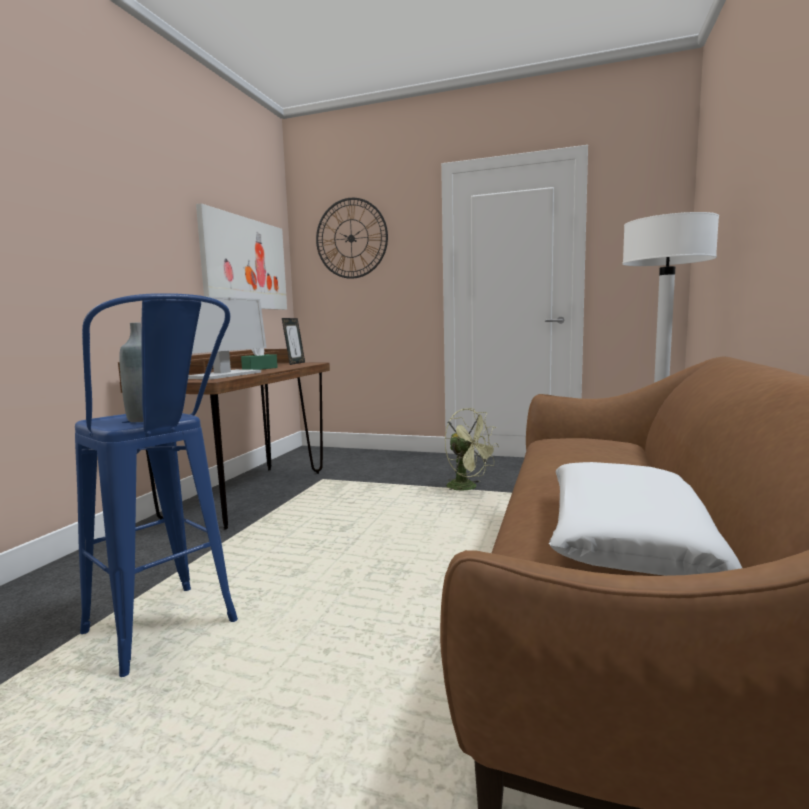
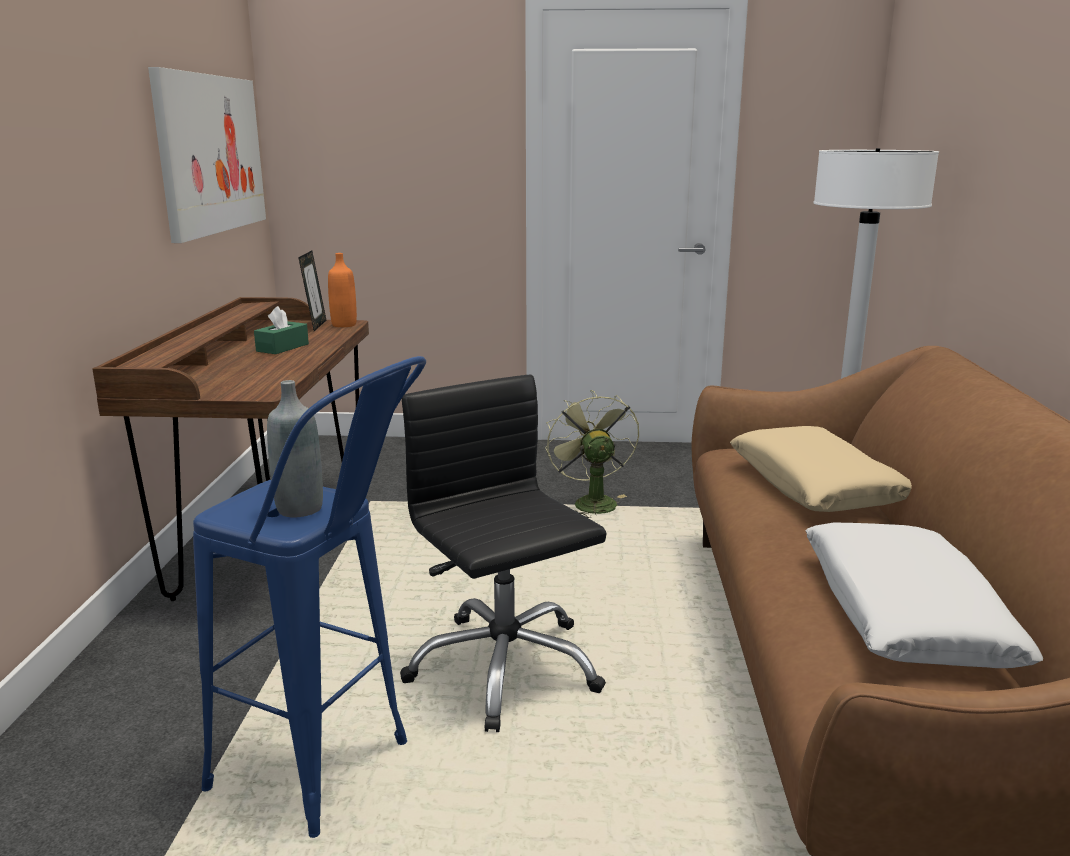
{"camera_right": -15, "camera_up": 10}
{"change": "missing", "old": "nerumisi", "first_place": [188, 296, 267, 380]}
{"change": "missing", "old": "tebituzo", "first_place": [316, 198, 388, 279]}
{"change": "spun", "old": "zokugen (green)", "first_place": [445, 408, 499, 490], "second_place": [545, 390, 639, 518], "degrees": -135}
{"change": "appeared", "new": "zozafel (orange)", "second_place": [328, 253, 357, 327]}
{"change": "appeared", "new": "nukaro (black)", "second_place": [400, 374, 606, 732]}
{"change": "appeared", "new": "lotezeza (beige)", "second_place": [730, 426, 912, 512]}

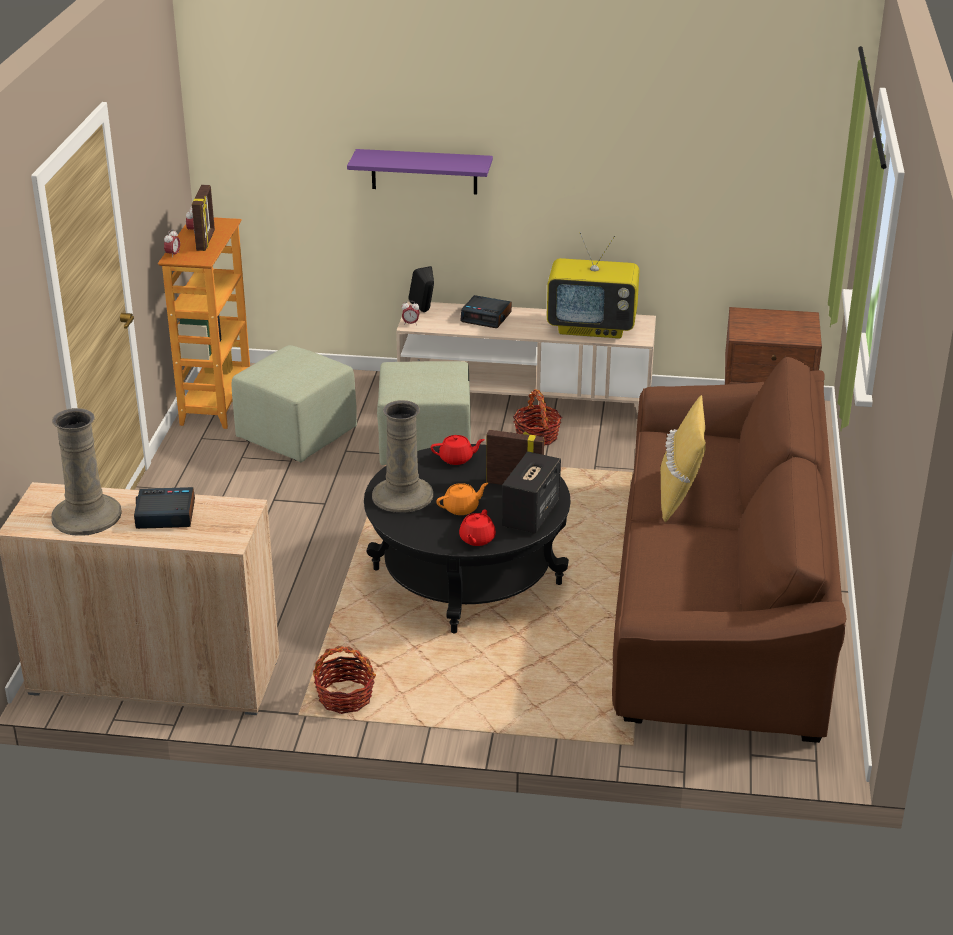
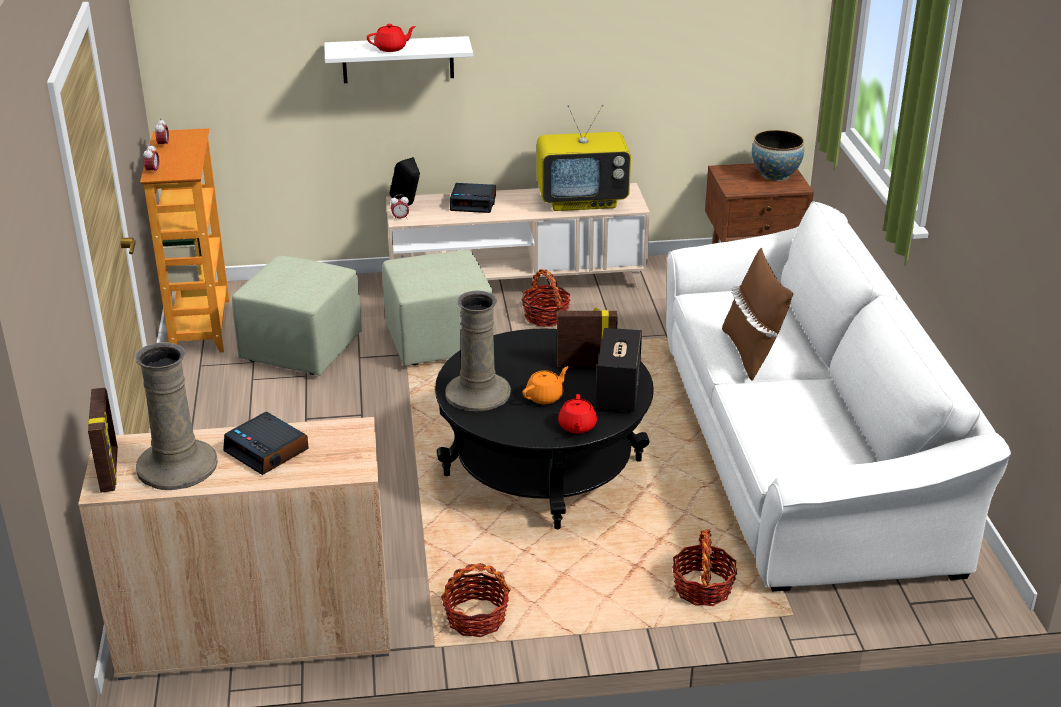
{"camera_right": -15, "camera_up": 0}
{"change": "spun", "old": "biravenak", "first_place": [134, 487, 195, 529], "second_place": [223, 412, 309, 475], "degrees": -120}
{"change": "relocated", "old": "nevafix", "first_place": [192, 185, 215, 251], "second_place": [88, 387, 118, 493]}
{"change": "colour", "old": "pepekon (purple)", "new": "pepekon (white)", "first_place": [347, 149, 493, 194], "second_place": [325, 36, 473, 83]}
{"change": "relocated", "old": "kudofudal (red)", "first_place": [431, 435, 485, 465], "second_place": [367, 24, 416, 52]}
{"change": "colour", "old": "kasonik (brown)", "new": "kasonik (white)", "first_place": [612, 356, 846, 743], "second_place": [666, 201, 1011, 591]}
{"change": "colour", "old": "lotezeza (yellow)", "new": "lotezeza (brown)", "first_place": [660, 395, 706, 522], "second_place": [722, 248, 793, 381]}
{"change": "appeared", "new": "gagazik", "second_place": [672, 529, 737, 606]}
{"change": "appeared", "new": "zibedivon", "second_place": [752, 130, 804, 181]}

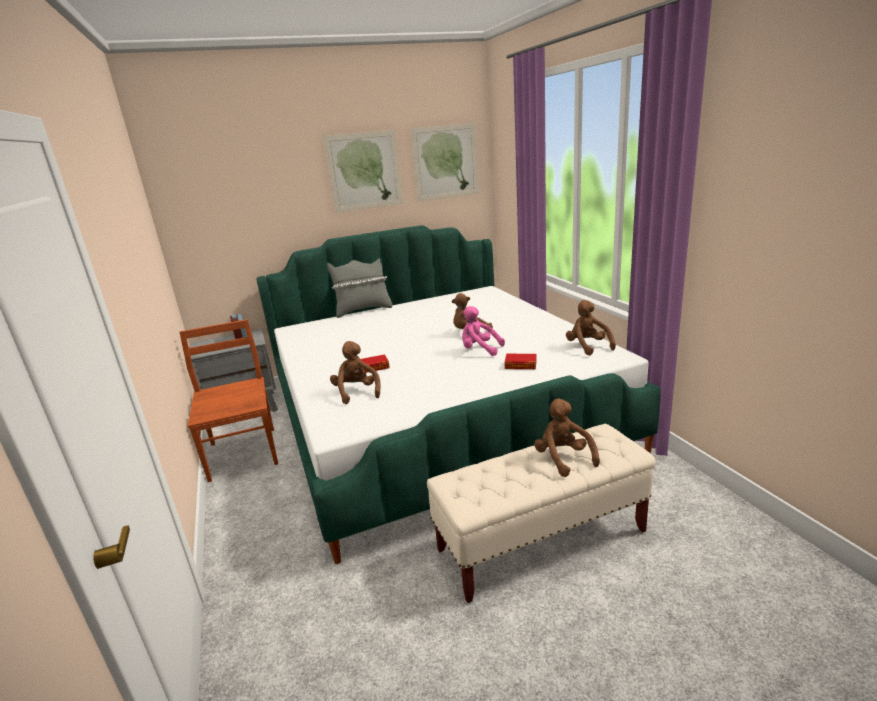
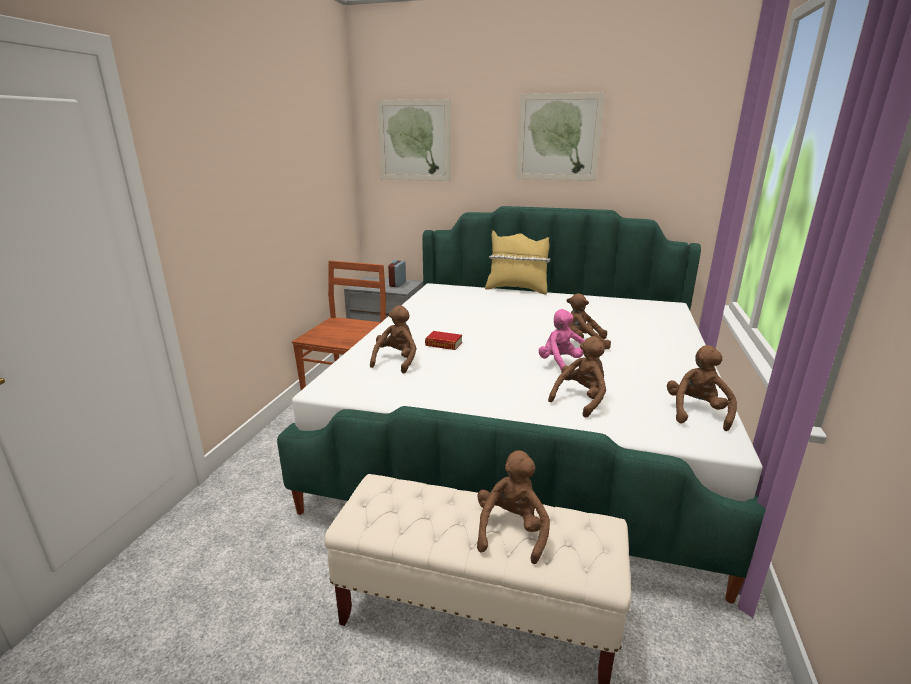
{"camera_right": 35, "camera_up": 0}
{"change": "colour", "old": "lotezeza (grey)", "new": "lotezeza (yellow)", "first_place": [327, 258, 392, 318], "second_place": [485, 230, 551, 295]}
{"change": "relocated", "old": "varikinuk", "first_place": [411, 123, 479, 202], "second_place": [377, 99, 451, 181]}
{"change": "exchanged", "old": "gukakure", "new": "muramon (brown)", "first_place": [505, 354, 536, 369], "second_place": [548, 336, 606, 418]}

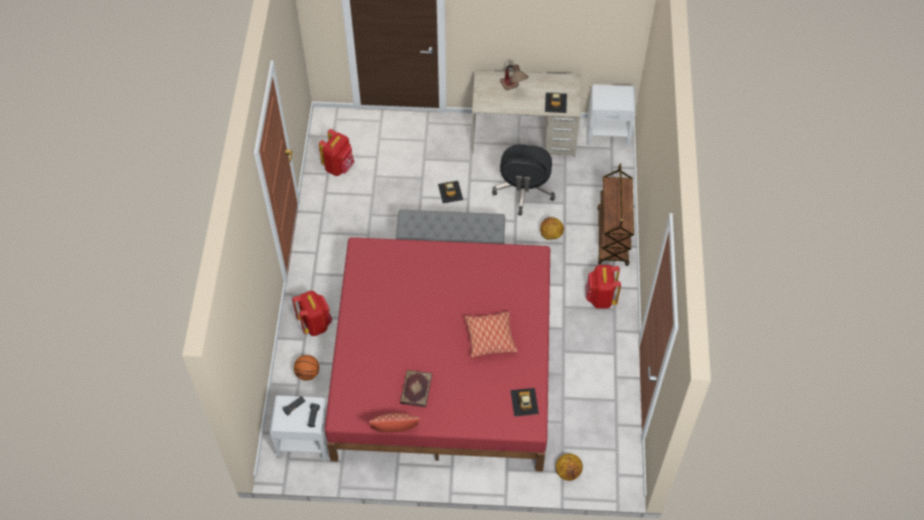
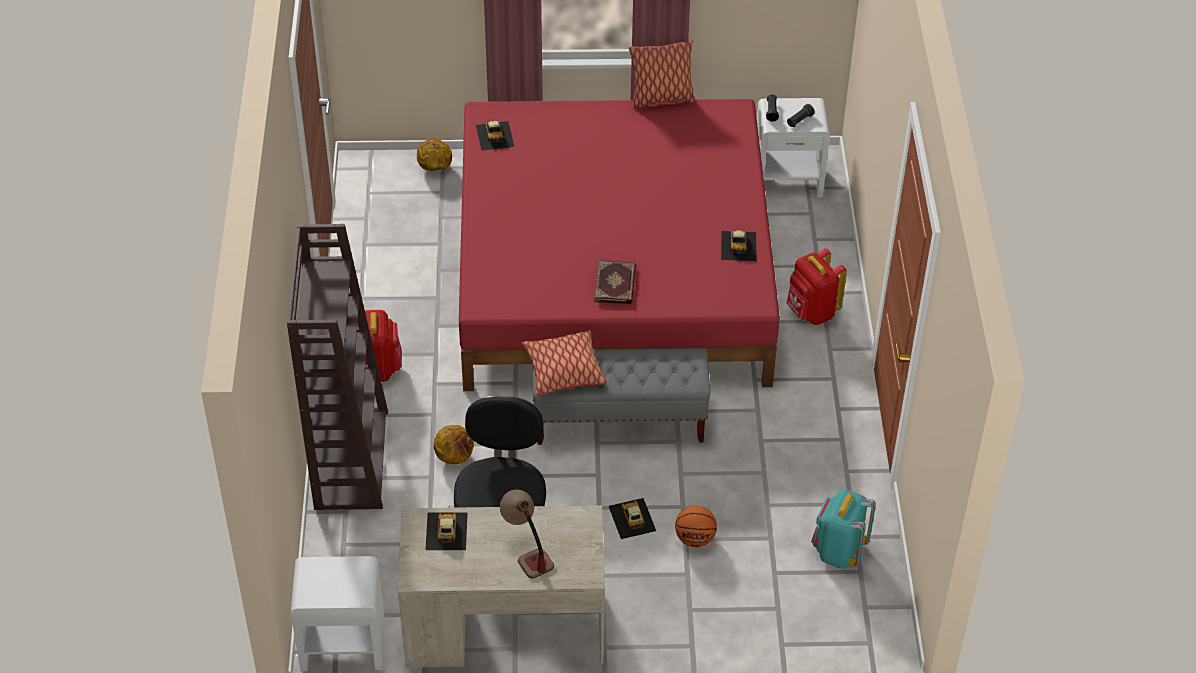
{"camera_right": 175, "camera_up": -10}
{"change": "relocated", "old": "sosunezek", "first_place": [294, 355, 319, 381], "second_place": [675, 506, 717, 547]}
{"change": "colour", "old": "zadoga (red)", "new": "zadoga (turquoise)", "first_place": [319, 129, 354, 176], "second_place": [811, 490, 876, 568]}
{"change": "relocated", "old": "gukakure", "first_place": [400, 370, 432, 408], "second_place": [594, 260, 636, 304]}
{"change": "relocated", "old": "lotezeza", "first_place": [464, 311, 518, 358], "second_place": [522, 330, 607, 395]}
{"change": "exchanged", "old": "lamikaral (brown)", "new": "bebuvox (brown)", "first_place": [597, 163, 634, 266], "second_place": [287, 224, 388, 510]}
{"change": "appeared", "new": "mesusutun", "second_place": [721, 230, 757, 261]}

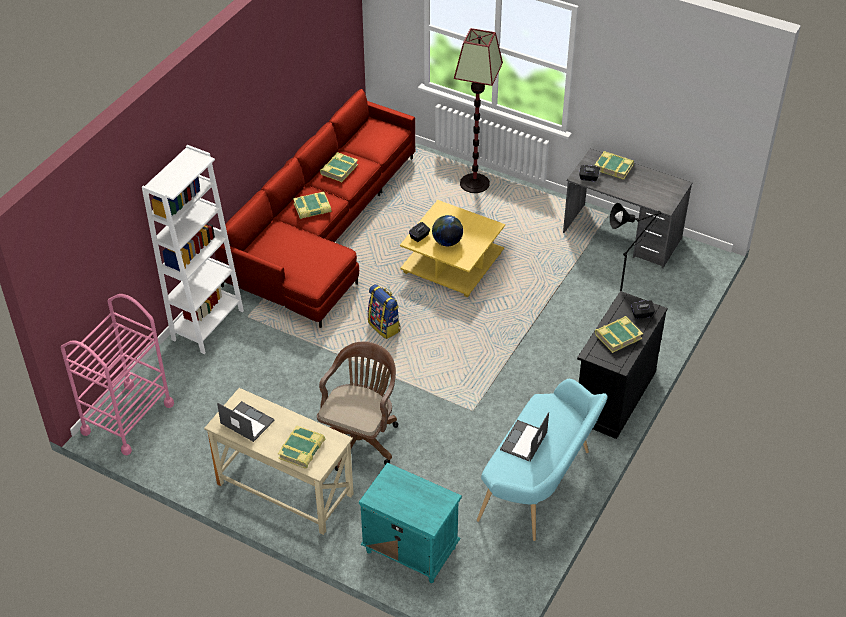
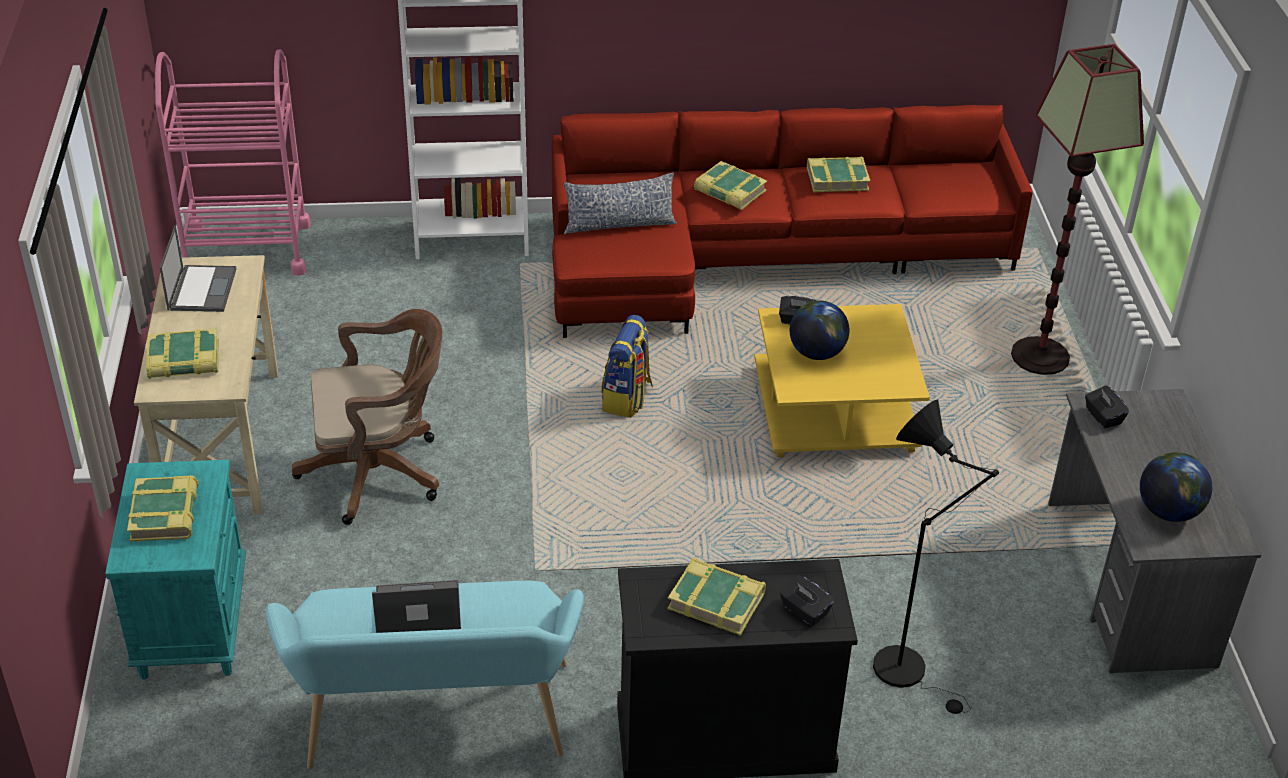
{"camera_right": 55, "camera_up": -5}
{"change": "relocated", "old": "gukakure", "first_place": [595, 151, 634, 180], "second_place": [127, 475, 199, 542]}
{"change": "appeared", "new": "lotezeza", "second_place": [564, 173, 677, 234]}
{"change": "appeared", "new": "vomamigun", "second_place": [1140, 452, 1212, 522]}

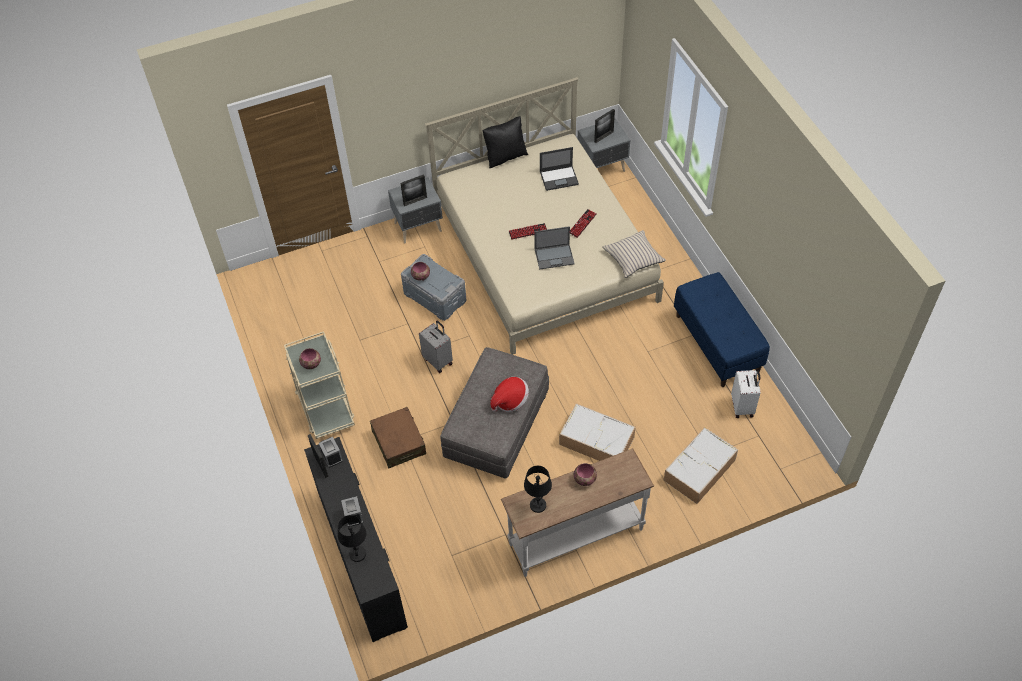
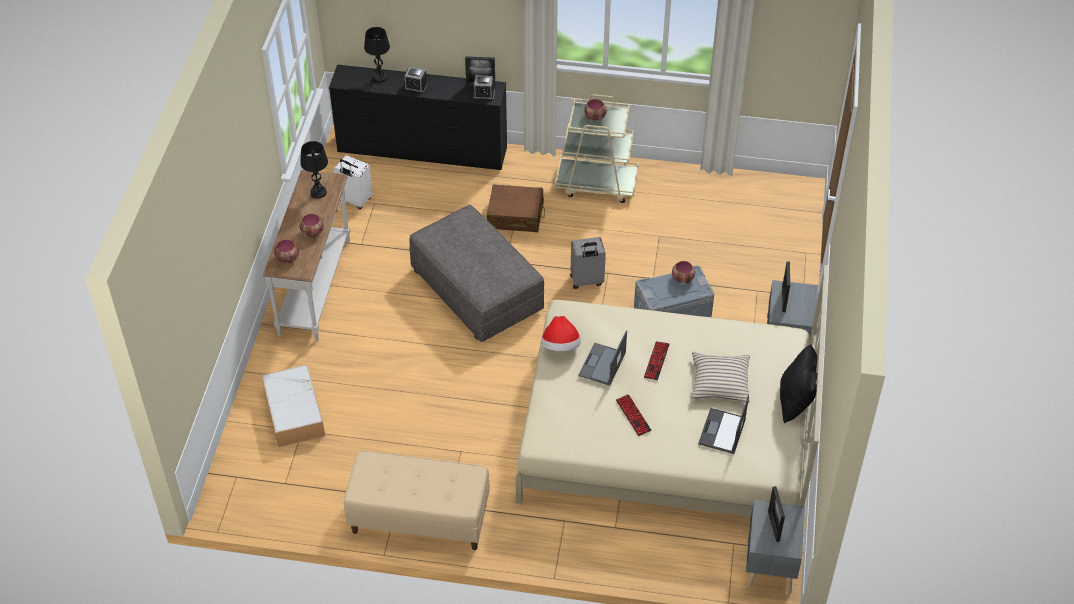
{"camera_right": 120, "camera_up": -5}
{"change": "relocated", "old": "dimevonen", "first_place": [490, 377, 529, 412], "second_place": [542, 316, 581, 351]}
{"change": "missing", "old": "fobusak", "first_place": [559, 403, 636, 461]}
{"change": "relocated", "old": "lotezeza (beige)", "first_place": [603, 230, 666, 278], "second_place": [691, 352, 750, 403]}
{"change": "colour", "old": "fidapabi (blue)", "new": "fidapabi (beige)", "first_place": [674, 272, 770, 387], "second_place": [344, 450, 489, 550]}
{"change": "relocated", "old": "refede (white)", "first_place": [731, 369, 760, 418], "second_place": [334, 155, 373, 209]}
{"change": "appeared", "new": "zibedivon", "second_place": [274, 239, 299, 263]}

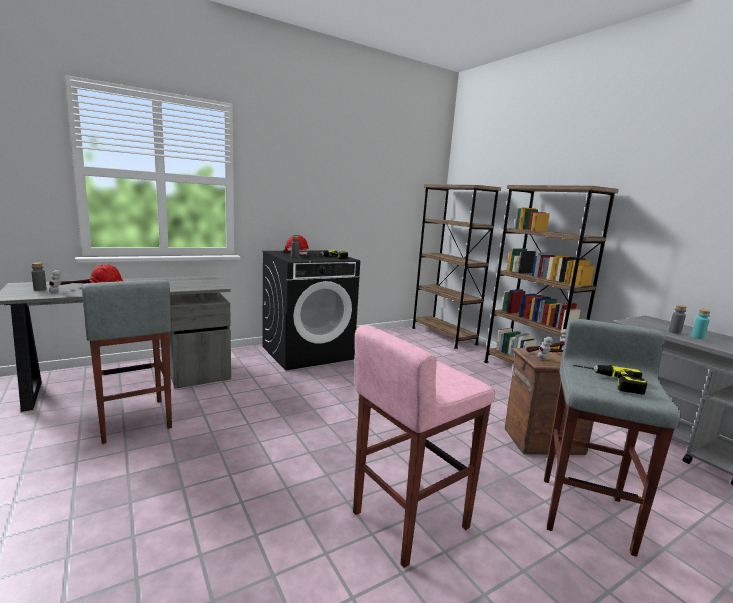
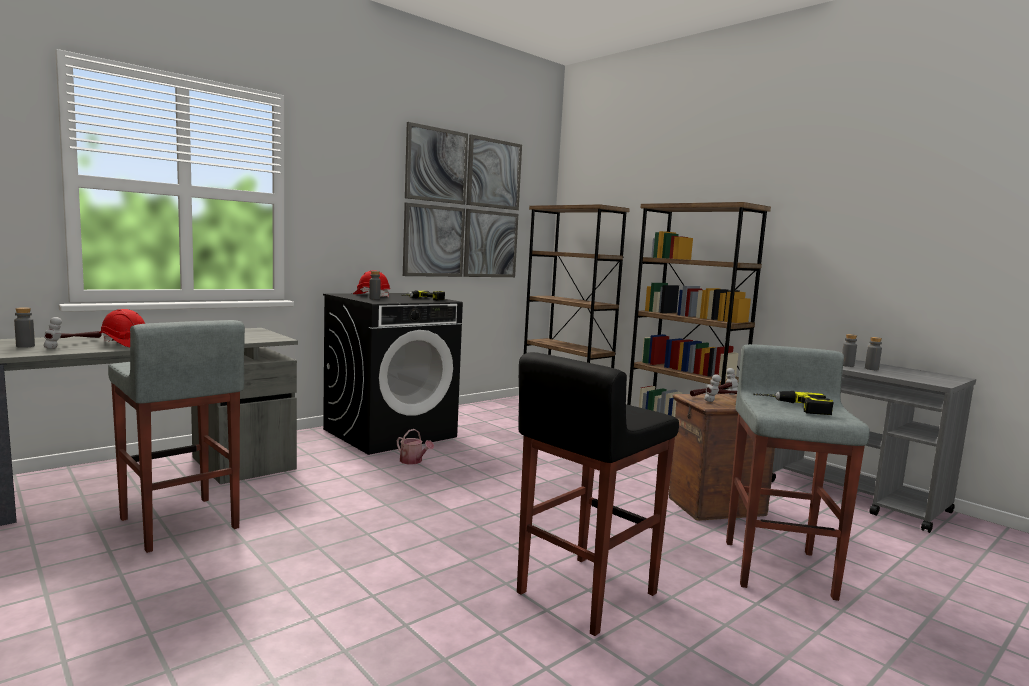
{"camera_right": -10, "camera_up": -5}
{"change": "colour", "old": "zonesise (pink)", "new": "zonesise (black)", "first_place": [353, 325, 495, 568], "second_place": [517, 352, 679, 636]}
{"change": "colour", "old": "zozafel (turquoise)", "new": "zozafel (grey)", "first_place": [691, 309, 710, 339], "second_place": [865, 337, 882, 370]}
{"change": "appeared", "new": "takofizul", "second_place": [397, 429, 434, 465]}
{"change": "appeared", "new": "varikinuk", "second_place": [403, 122, 522, 277]}

